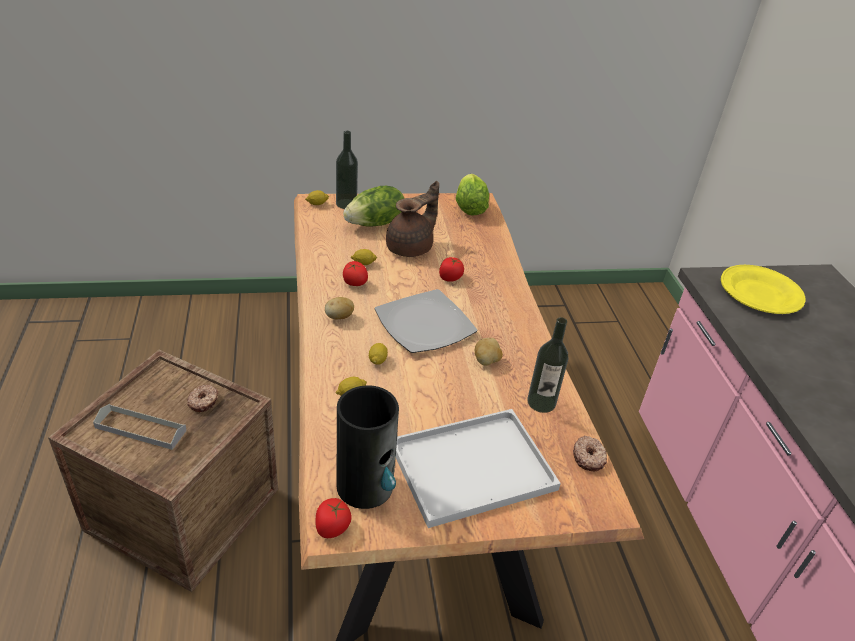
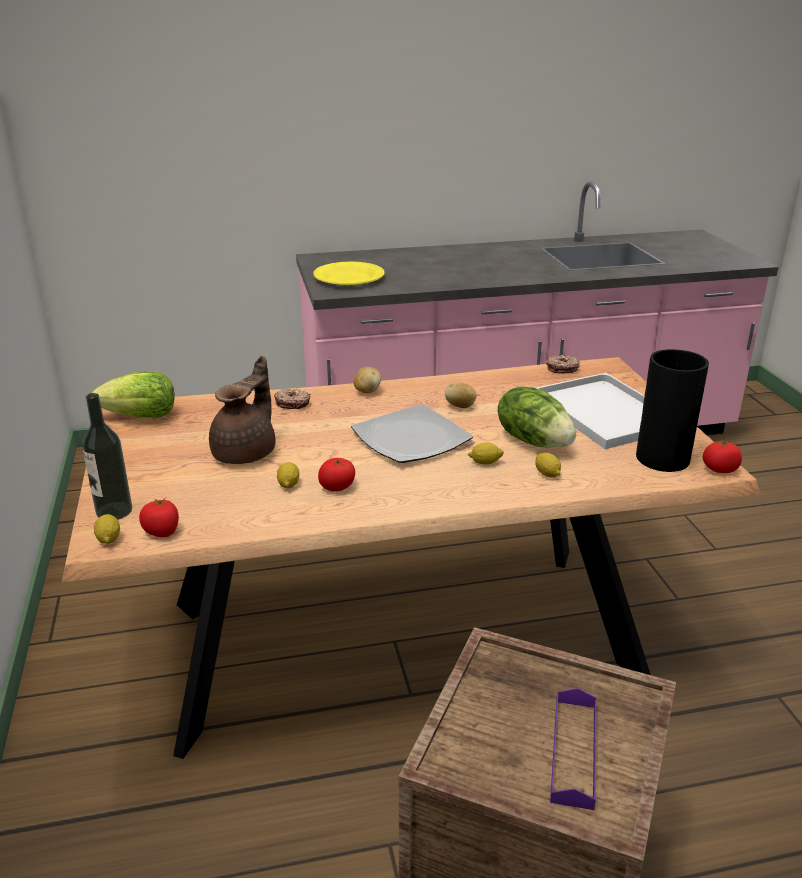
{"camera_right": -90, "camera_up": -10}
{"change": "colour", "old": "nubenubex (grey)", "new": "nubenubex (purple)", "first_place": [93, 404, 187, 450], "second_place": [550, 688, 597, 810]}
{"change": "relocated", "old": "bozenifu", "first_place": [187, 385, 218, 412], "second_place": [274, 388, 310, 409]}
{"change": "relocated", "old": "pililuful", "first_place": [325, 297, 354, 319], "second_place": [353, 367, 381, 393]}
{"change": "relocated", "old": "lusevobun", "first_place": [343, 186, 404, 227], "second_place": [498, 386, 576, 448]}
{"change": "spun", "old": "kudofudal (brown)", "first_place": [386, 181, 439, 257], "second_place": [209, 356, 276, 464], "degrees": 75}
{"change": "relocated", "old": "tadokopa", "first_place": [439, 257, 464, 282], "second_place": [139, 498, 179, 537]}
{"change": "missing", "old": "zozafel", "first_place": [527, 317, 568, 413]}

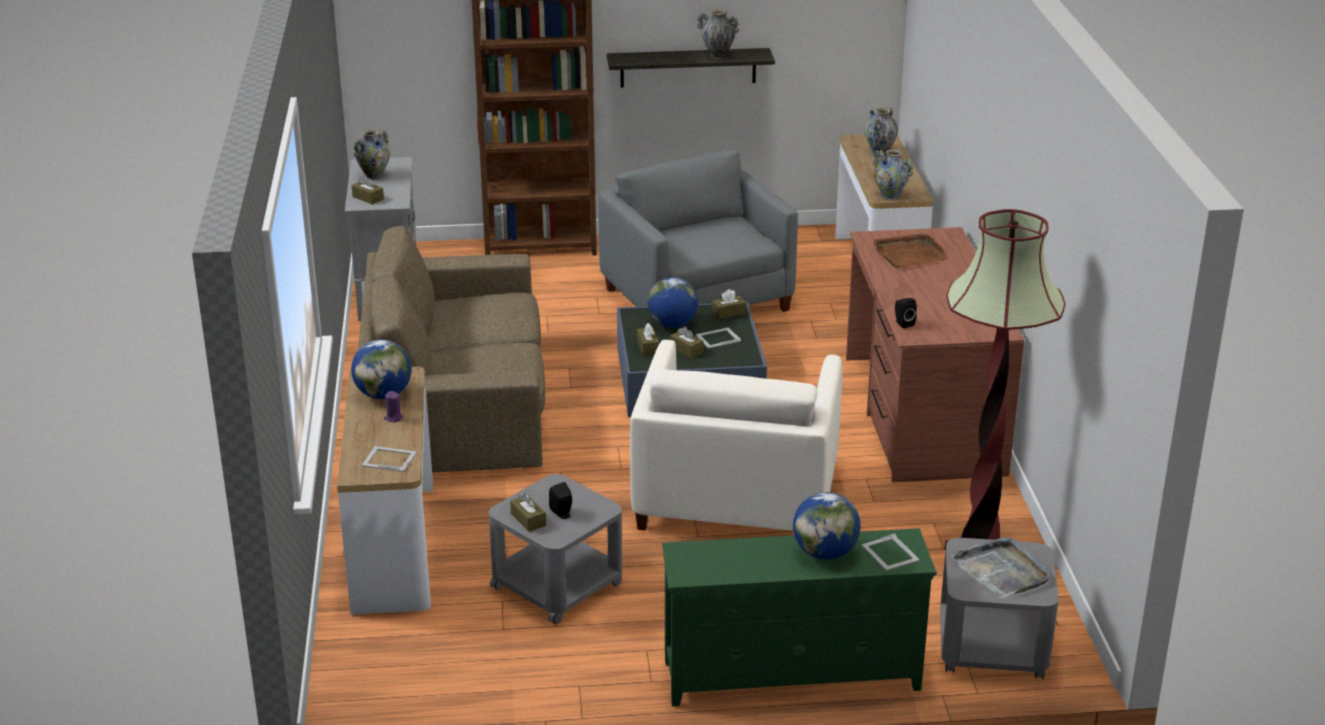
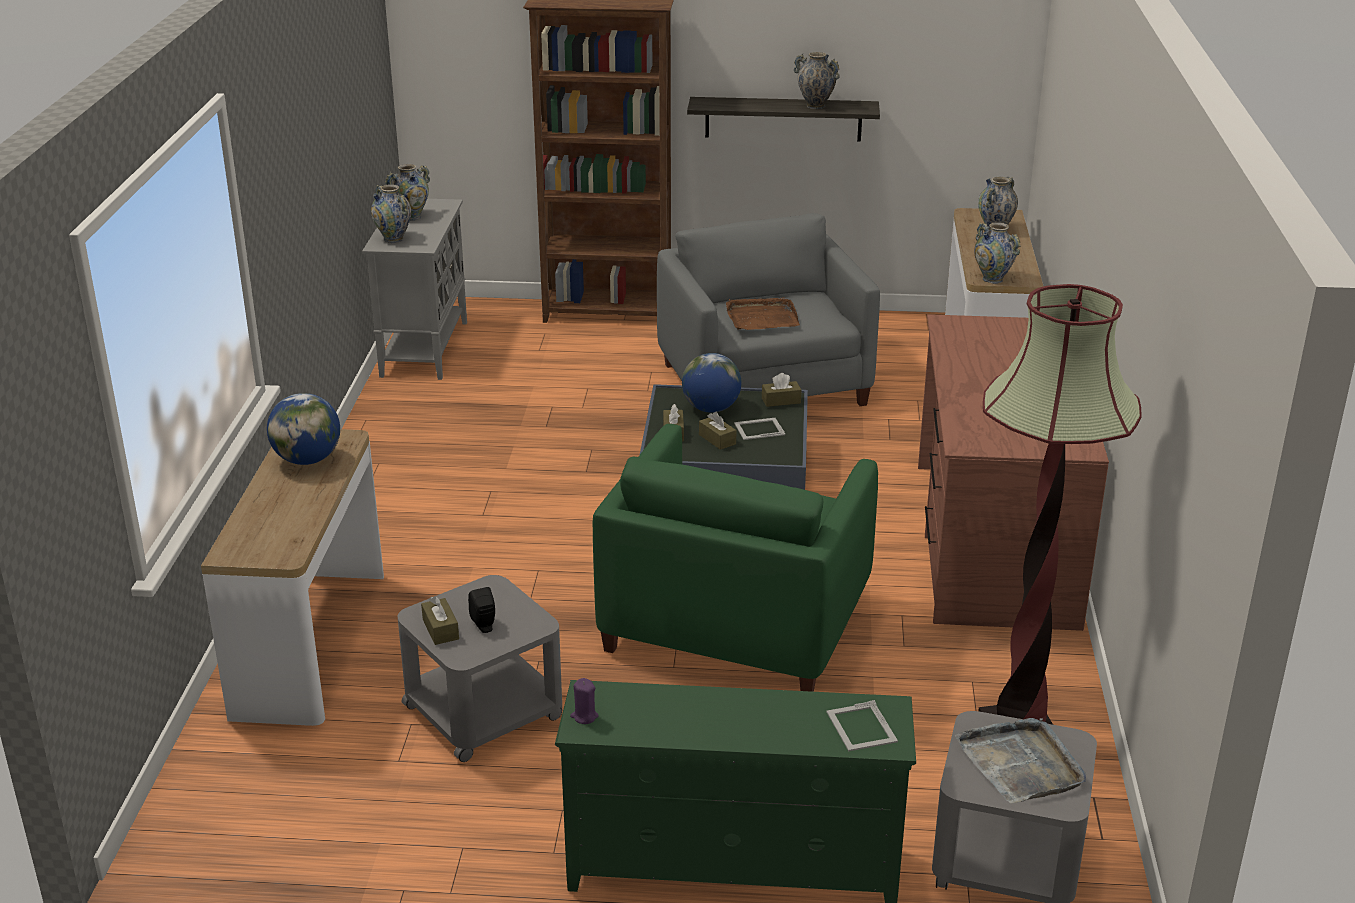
{"camera_right": 10, "camera_up": 0}
{"change": "exchanged", "old": "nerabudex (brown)", "new": "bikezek", "first_place": [351, 175, 384, 205], "second_place": [371, 184, 411, 243]}
{"change": "missing", "old": "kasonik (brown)", "first_place": [358, 226, 545, 473]}
{"change": "missing", "old": "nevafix", "first_place": [362, 446, 417, 472]}
{"change": "relocated", "old": "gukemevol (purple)", "first_place": [384, 391, 403, 422], "second_place": [570, 678, 599, 724]}
{"change": "colour", "old": "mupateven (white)", "new": "mupateven (green)", "first_place": [630, 340, 842, 531], "second_place": [593, 424, 878, 692]}
{"change": "missing", "old": "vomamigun", "first_place": [793, 492, 860, 560]}
{"change": "relocated", "old": "nubenubex (brown)", "first_place": [873, 233, 948, 267], "second_place": [726, 297, 800, 330]}
{"change": "missing", "old": "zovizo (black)", "first_place": [895, 298, 917, 328]}

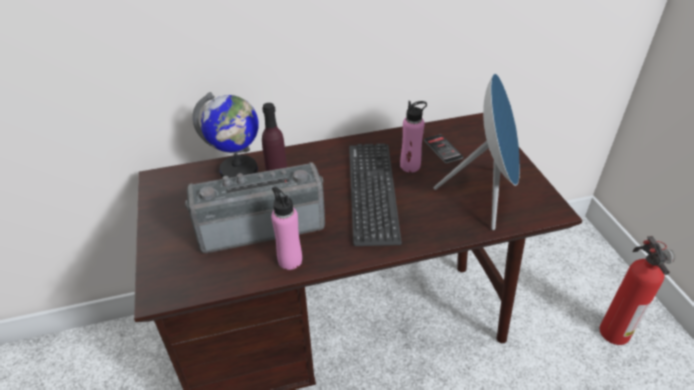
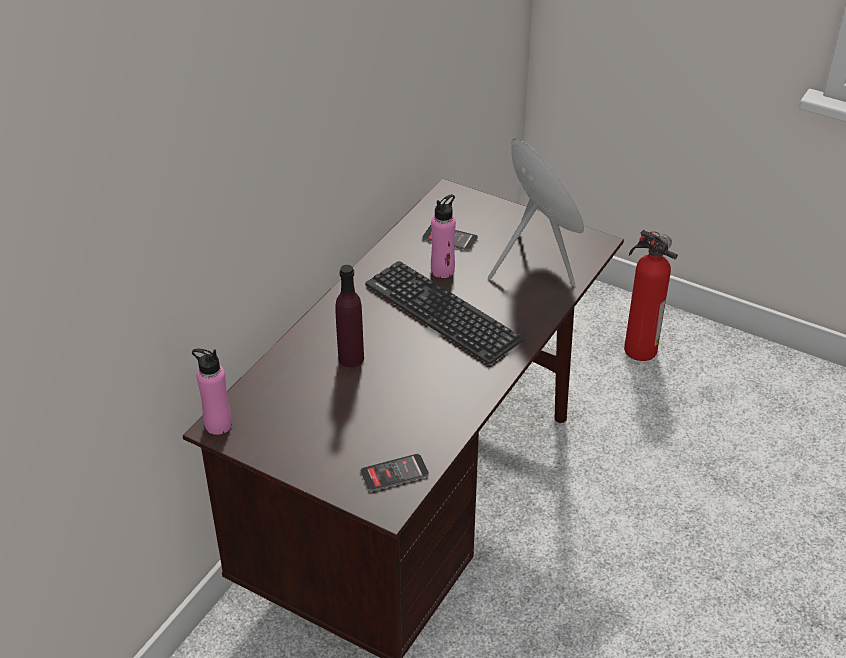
{"camera_right": -45, "camera_up": 0}
{"change": "missing", "old": "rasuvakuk", "first_place": [185, 162, 325, 253]}
{"change": "missing", "old": "vomamigun", "first_place": [192, 92, 259, 178]}
{"change": "relocated", "old": "zozafel (pink)", "first_place": [271, 187, 302, 270], "second_place": [192, 349, 232, 435]}
{"change": "appeared", "new": "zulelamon", "second_place": [361, 454, 429, 491]}

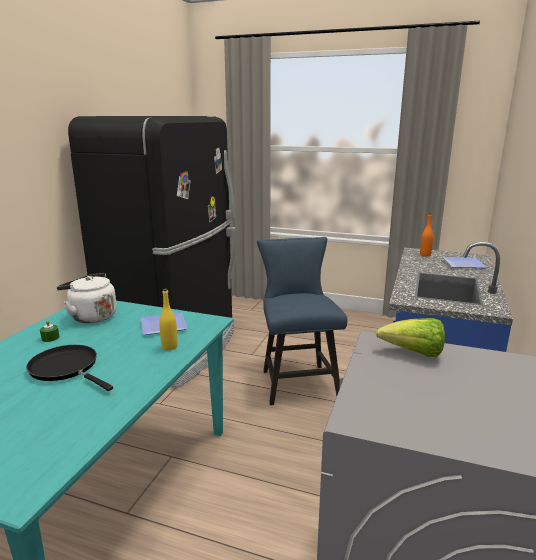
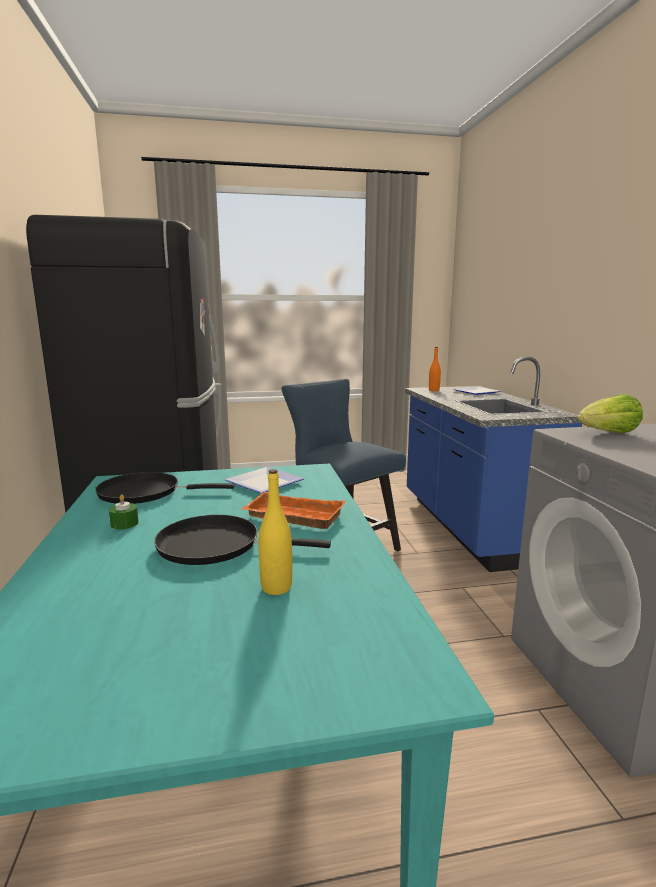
{"camera_right": -30, "camera_up": -5}
{"change": "exchanged", "old": "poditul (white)", "new": "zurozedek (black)", "first_place": [57, 273, 117, 323], "second_place": [95, 472, 235, 504]}
{"change": "relocated", "old": "zozafel (yellow)", "first_place": [159, 289, 177, 350], "second_place": [259, 469, 292, 595]}
{"change": "appeared", "new": "nubenubex (orange)", "second_place": [242, 492, 345, 529]}

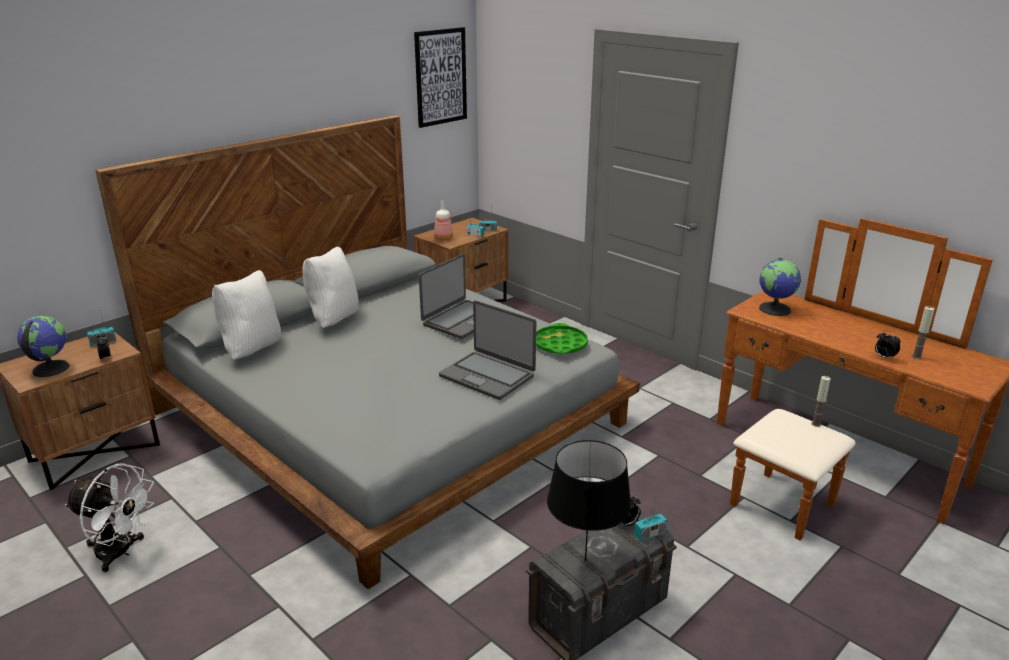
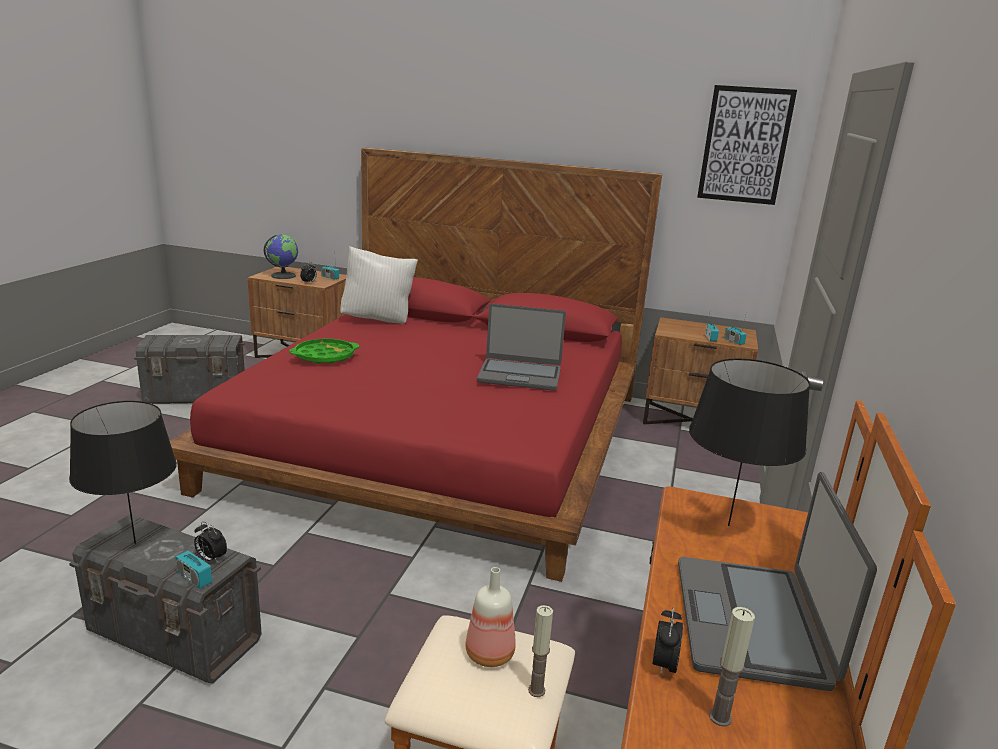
{"camera_right": 60, "camera_up": -5}
{"change": "exchanged", "old": "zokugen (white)", "new": "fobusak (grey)", "first_place": [65, 463, 154, 572], "second_place": [134, 335, 245, 404]}
{"change": "colour", "old": "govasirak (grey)", "new": "govasirak (red)", "first_place": [95, 115, 640, 589], "second_place": [169, 148, 662, 582]}
{"change": "missing", "old": "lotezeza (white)", "first_place": [302, 247, 359, 328]}
{"change": "relocated", "old": "zozafel", "first_place": [434, 200, 453, 241], "second_place": [465, 567, 516, 667]}
{"change": "relocated", "old": "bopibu", "first_place": [439, 300, 536, 400], "second_place": [678, 472, 877, 691]}
{"change": "relocated", "old": "nubenubex (green)", "first_place": [536, 323, 588, 354], "second_place": [289, 339, 359, 364]}
{"change": "exchanged", "old": "vomamigun", "new": "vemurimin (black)", "first_place": [759, 258, 801, 316], "second_place": [689, 359, 810, 526]}

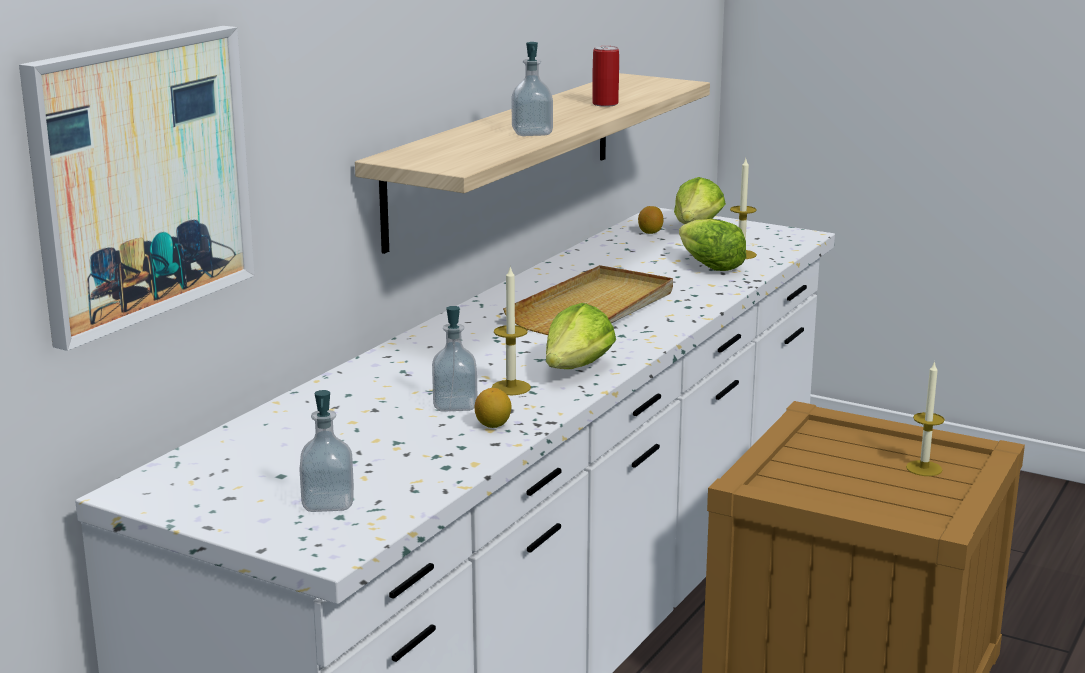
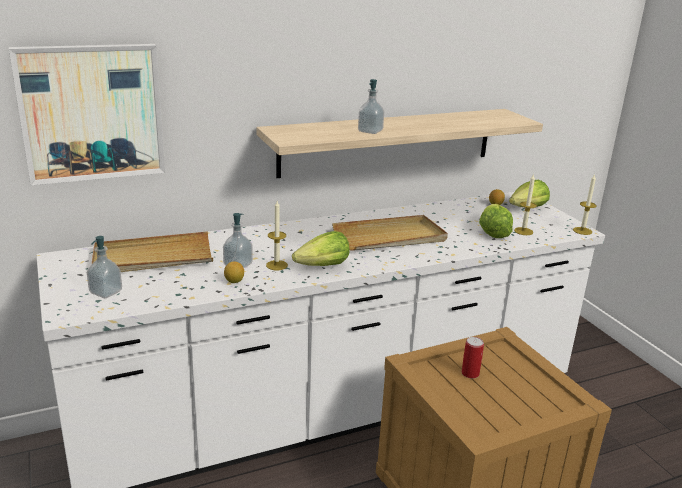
{"camera_right": 35, "camera_up": 5}
{"change": "relocated", "old": "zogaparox", "first_place": [592, 46, 619, 107], "second_place": [462, 337, 484, 379]}
{"change": "relocated", "old": "gukemevol", "first_place": [906, 361, 945, 476], "second_place": [573, 174, 597, 235]}
{"change": "appeared", "new": "nubenubex (beige)", "second_place": [92, 232, 213, 272]}

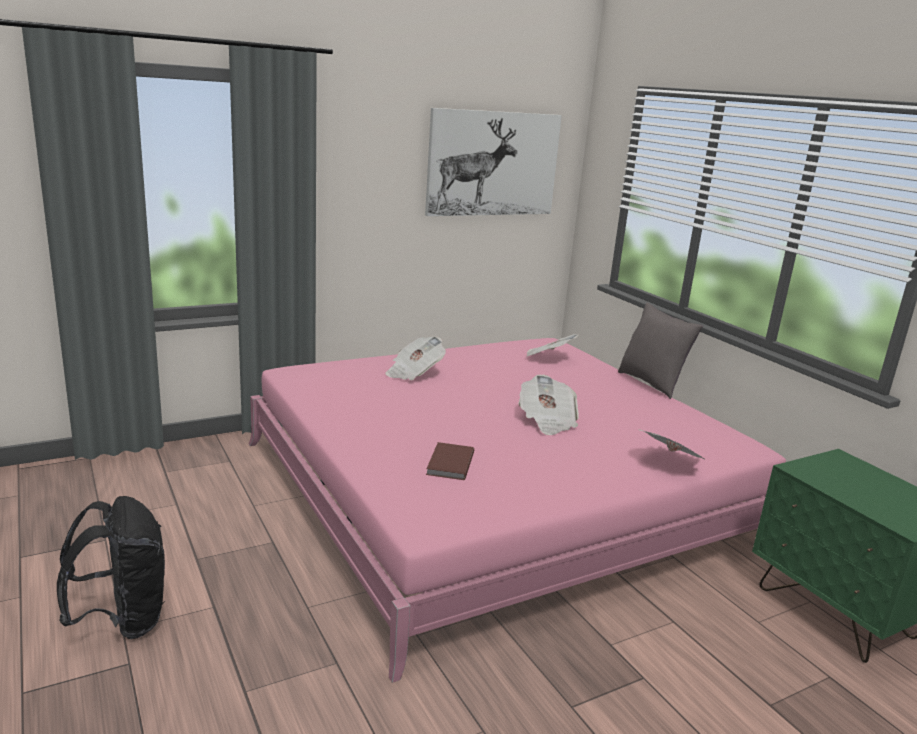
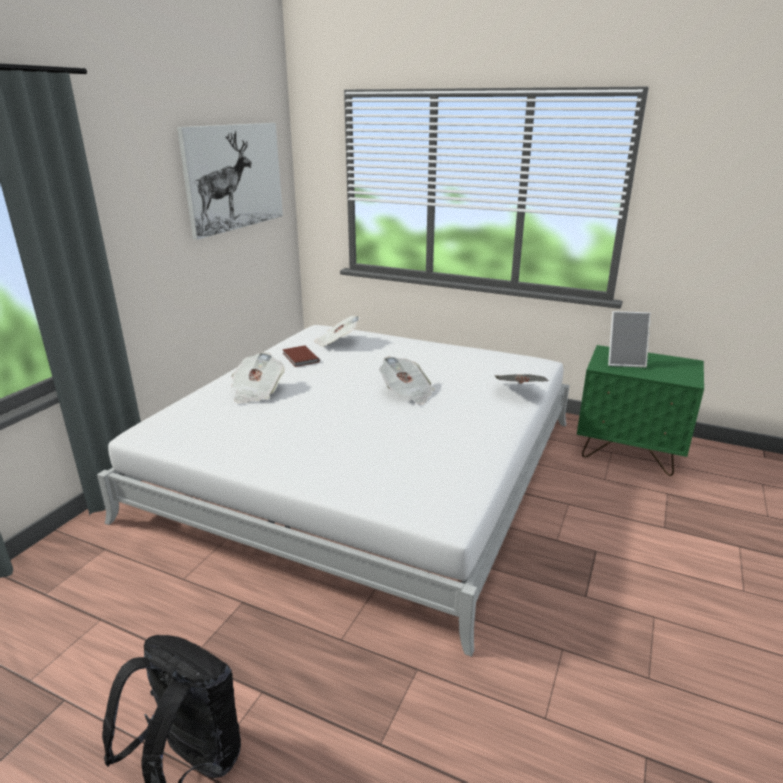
{"camera_right": -35, "camera_up": 5}
{"change": "colour", "old": "govasirak (pink)", "new": "govasirak (white)", "first_place": [249, 338, 786, 683], "second_place": [97, 325, 569, 657]}
{"change": "relocated", "old": "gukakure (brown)", "first_place": [426, 442, 474, 480], "second_place": [282, 345, 320, 367]}
{"change": "missing", "old": "lotezeza (grey)", "first_place": [618, 303, 703, 399]}
{"change": "appeared", "new": "nevafix", "second_place": [608, 311, 651, 368]}

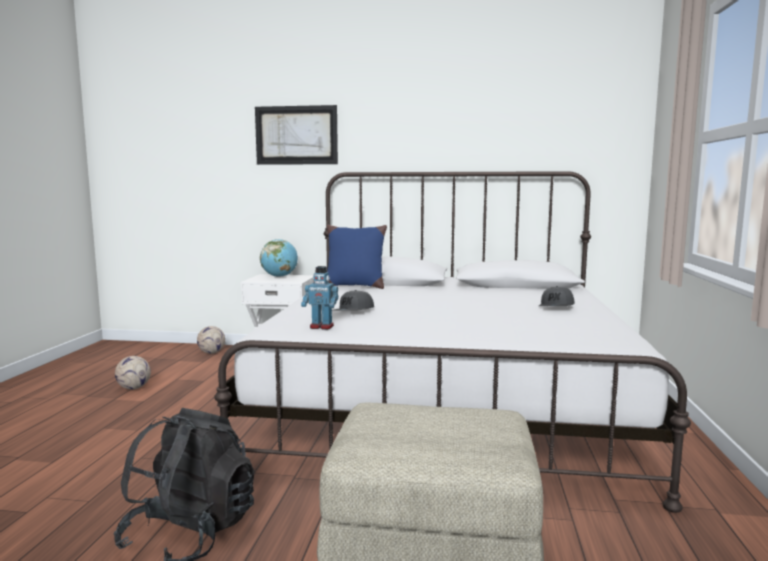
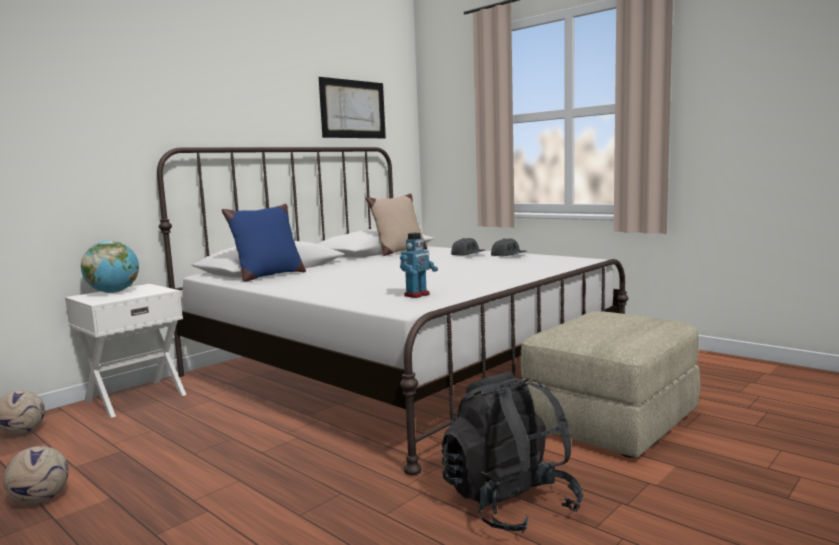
{"camera_right": -55, "camera_up": 0}
{"change": "relocated", "old": "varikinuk", "first_place": [255, 105, 338, 165], "second_place": [319, 77, 386, 138]}
{"change": "relocated", "old": "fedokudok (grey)", "first_place": [332, 290, 374, 311], "second_place": [491, 238, 527, 256]}
{"change": "appeared", "new": "lotezeza (beige)", "second_place": [366, 193, 427, 256]}

